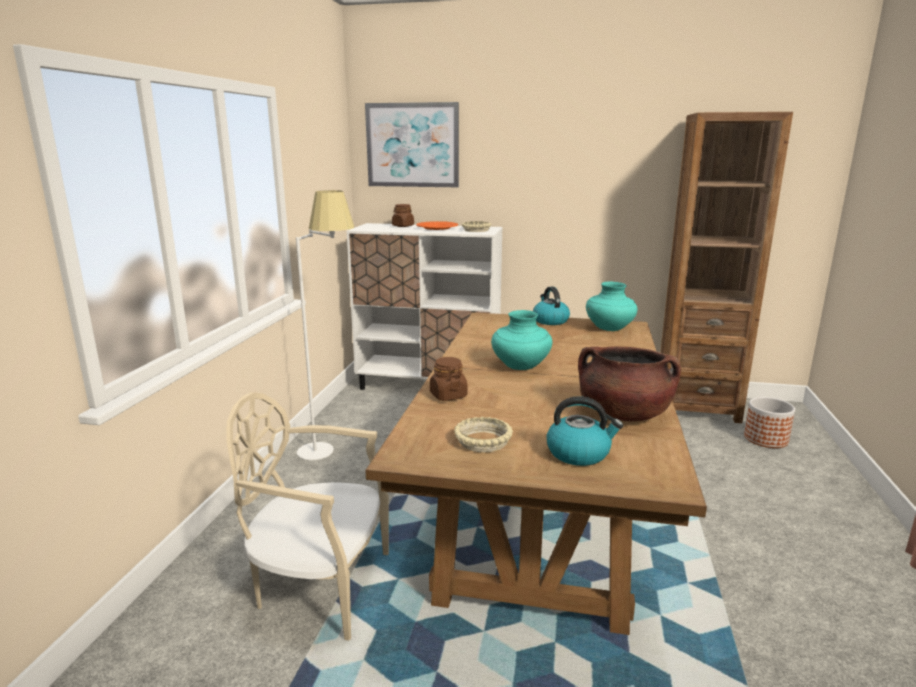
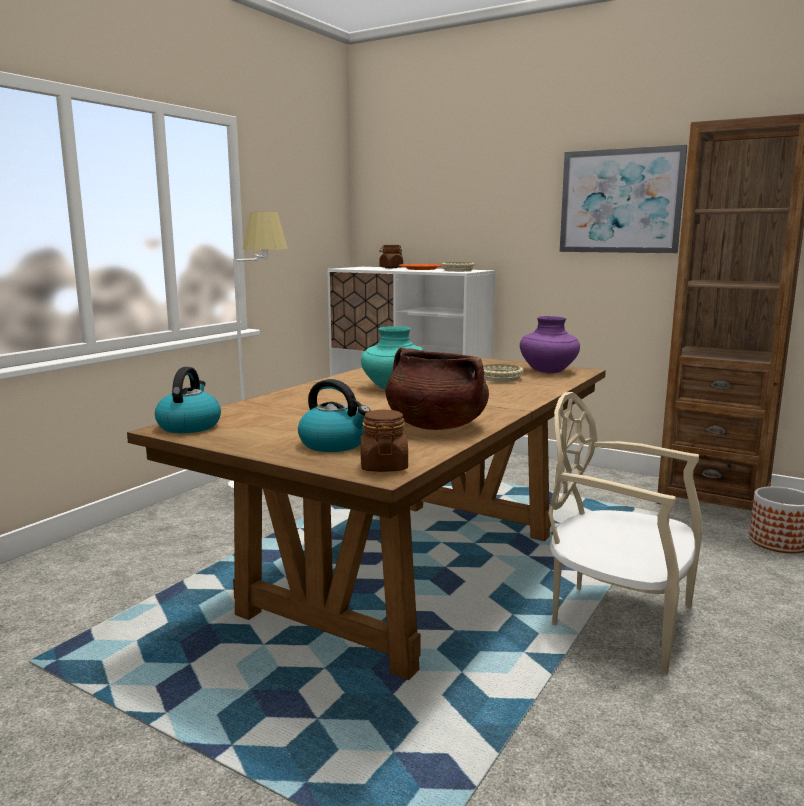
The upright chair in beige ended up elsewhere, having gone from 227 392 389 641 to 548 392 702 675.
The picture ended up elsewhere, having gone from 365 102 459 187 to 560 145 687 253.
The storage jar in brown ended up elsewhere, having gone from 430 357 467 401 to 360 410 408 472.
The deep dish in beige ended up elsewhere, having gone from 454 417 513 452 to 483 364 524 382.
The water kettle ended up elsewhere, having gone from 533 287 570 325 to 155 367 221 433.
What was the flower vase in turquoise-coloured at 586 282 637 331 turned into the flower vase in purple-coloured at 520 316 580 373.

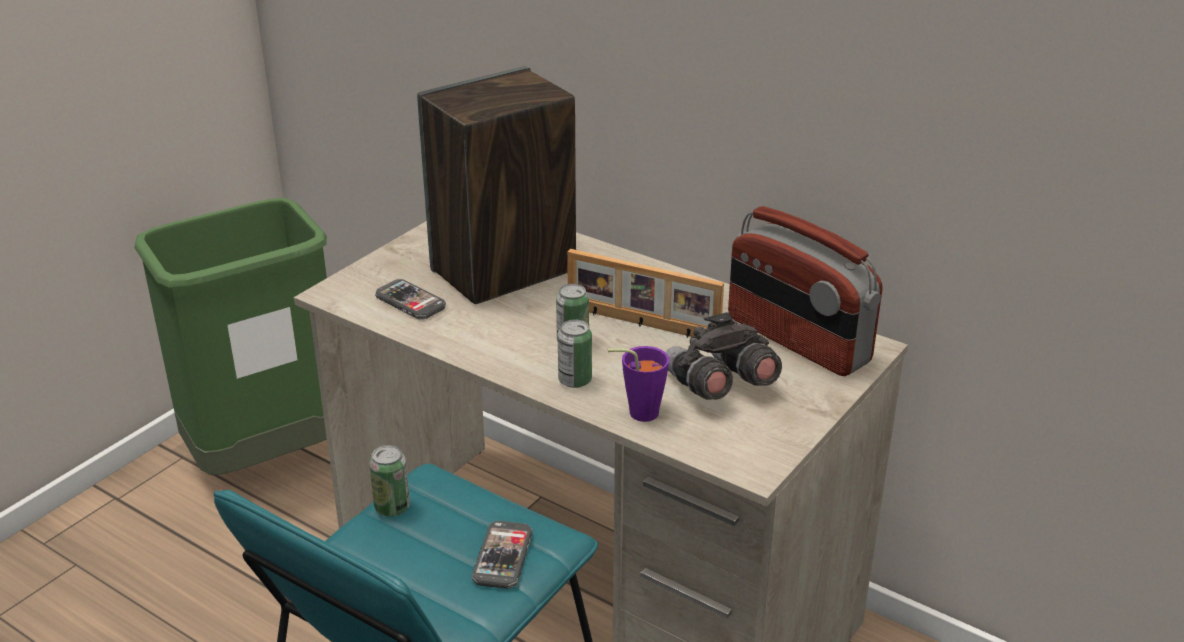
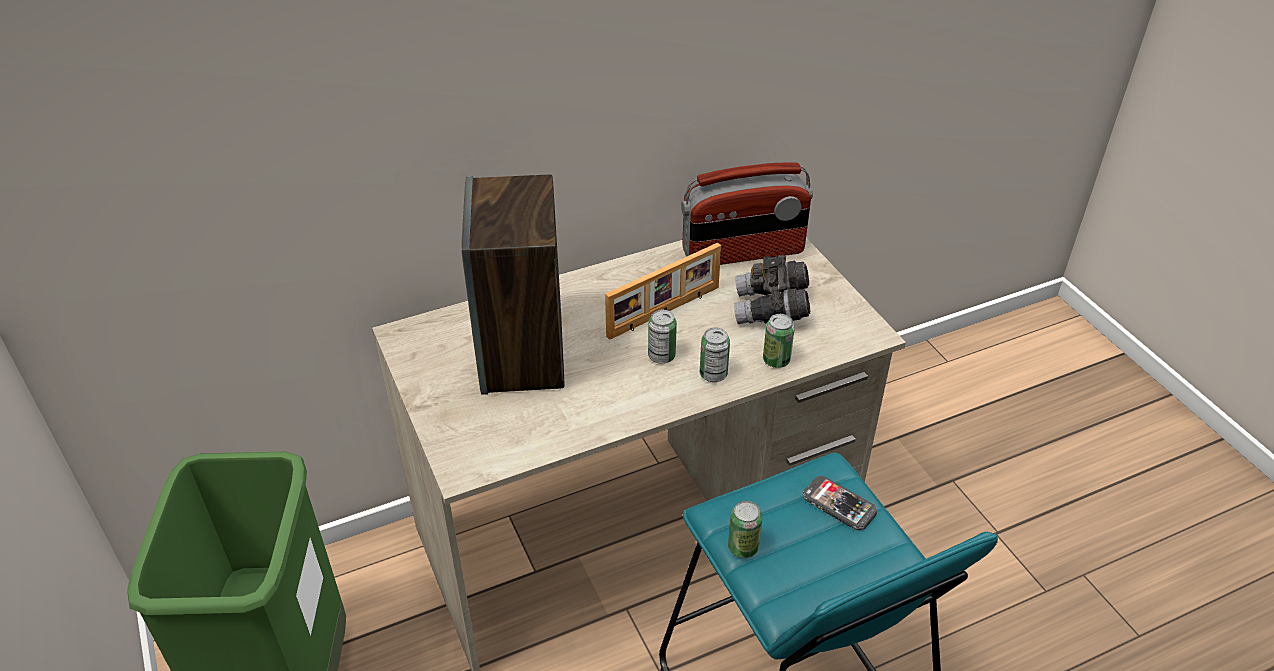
The second view lost the telephone at 375 279 446 319.
Where the small cup in purple-coloured stood at 608 346 669 422, the metal can came to stand at 763 314 795 368.

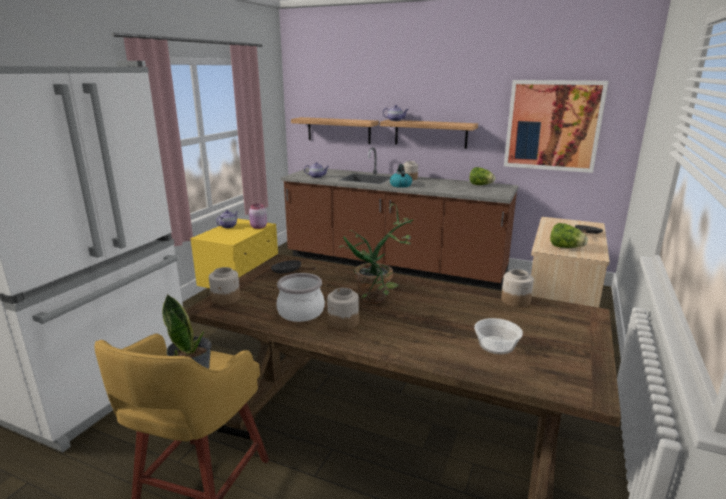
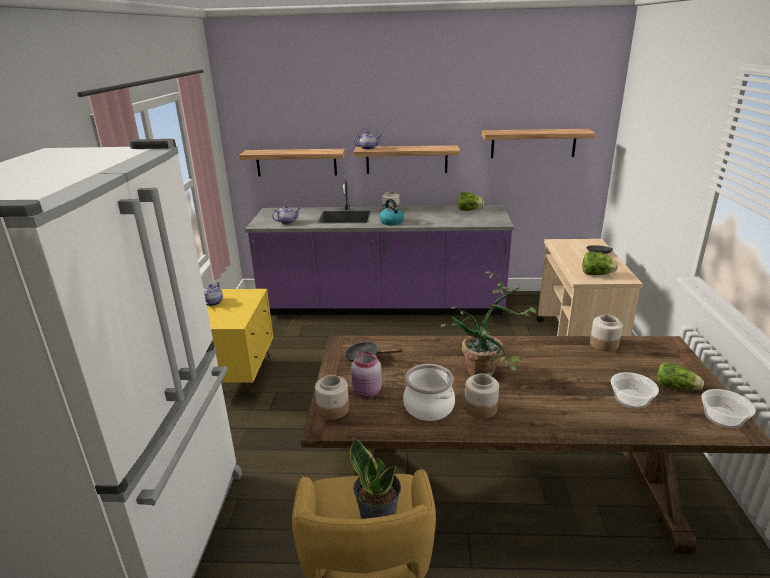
The second view gained the lettuce head at 656 362 704 390.
The second view gained the deep dish at 701 389 756 428.
The storage jar in pink ended up elsewhere, having gone from 249 204 267 229 to 351 352 382 397.
Where the picture hung at 504 80 609 173, the bracket shelf came to hang at 482 129 595 158.
What was the counter in brown at 281 147 519 290 turned into the counter in purple-coloured at 245 180 514 315.

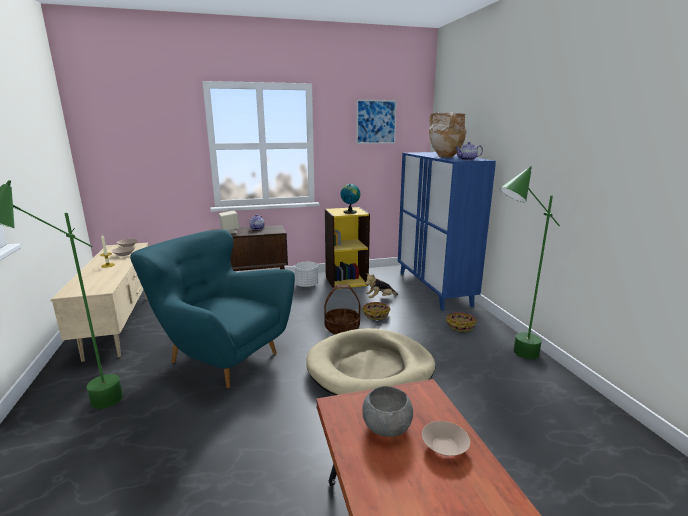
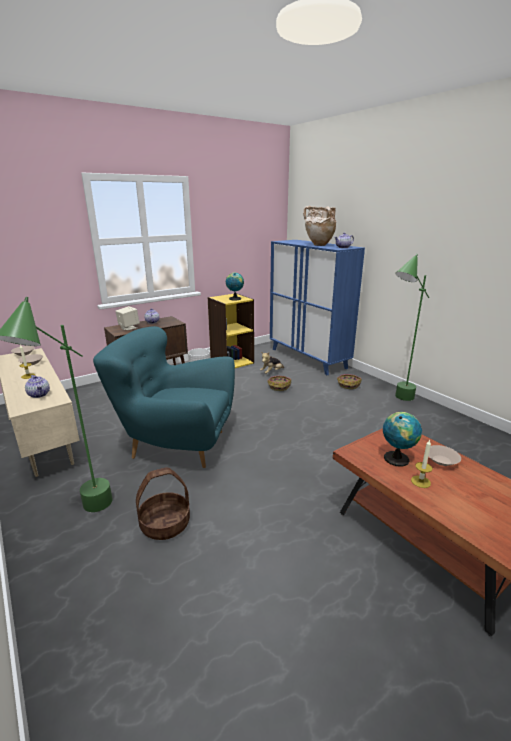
The second view lost the dog bed in beige at 306 328 435 395.
The second view lost the picture at 356 99 397 144.
The second view gained the teapot at 25 375 50 398.
The second view gained the wax light at 411 440 433 488.
The basket ended up elsewhere, having gone from 324 285 360 335 to 136 467 190 540.
Where the deep dish in gray stood at 362 386 413 437, the globe came to stand at 383 412 422 467.

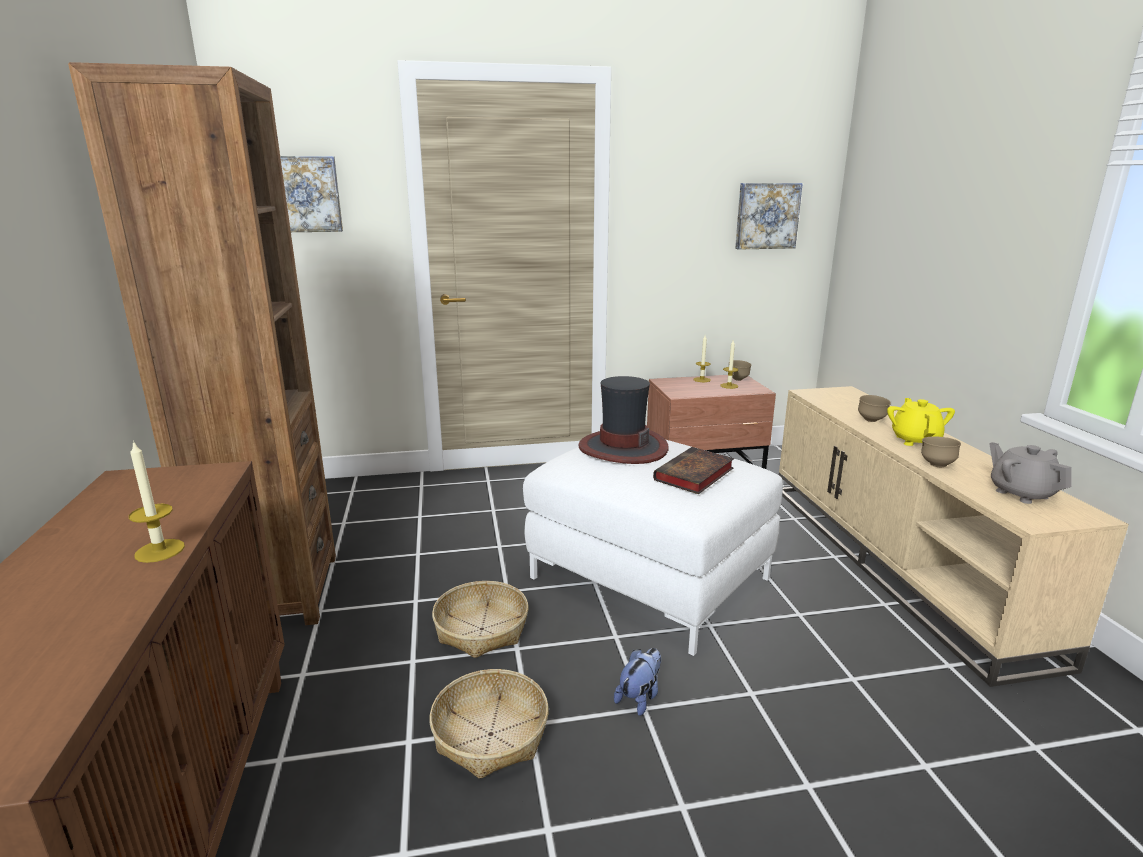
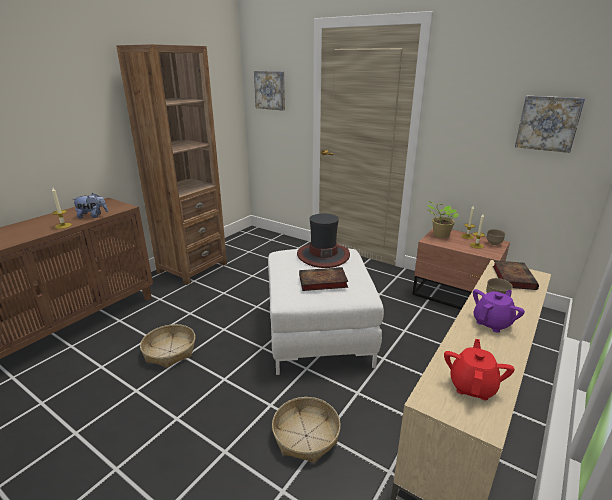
The second view lost the deep dish in brown at 921 436 961 467.
The second view gained the potted plant at 427 201 459 238.
The second view gained the book at 493 261 539 290.
The basket ended up elsewhere, having gone from 432 581 528 658 to 272 397 341 463.
The cuddly toy ended up elsewhere, having gone from 614 648 661 716 to 73 193 108 219.
What was the teapot in yellow at 887 398 955 446 turned into the teapot in purple-coloured at 473 289 525 333.
What was the teapot in gray at 989 442 1072 504 turned into the teapot in red at 444 339 515 400.

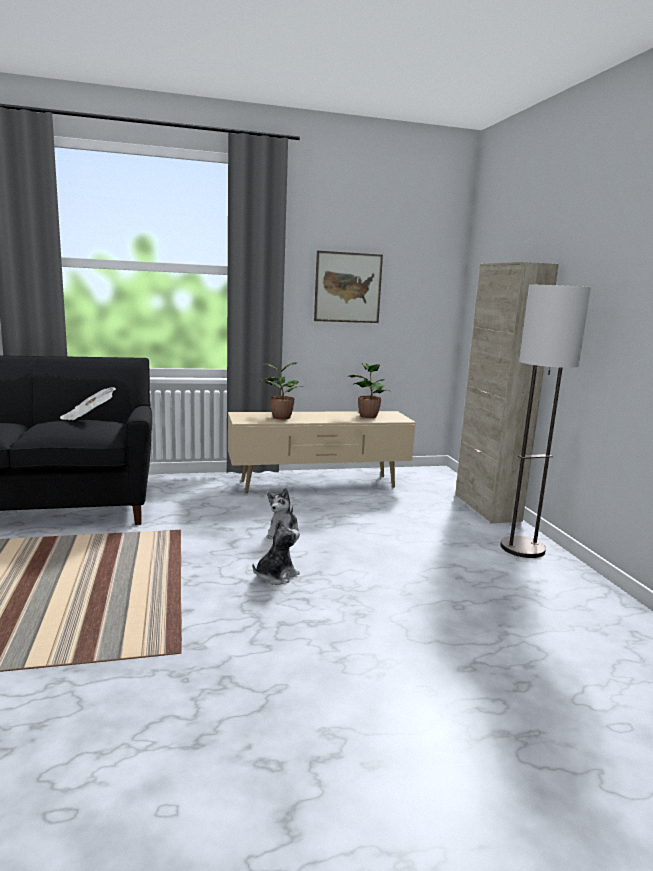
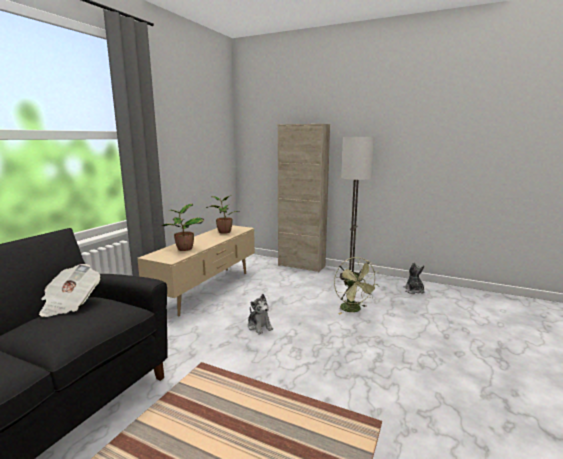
The second view lost the picture at 314 251 383 323.
The second view gained the cooling fan in green at 334 257 379 314.
The cuddly toy ended up elsewhere, having gone from 252 519 300 585 to 404 262 425 294.

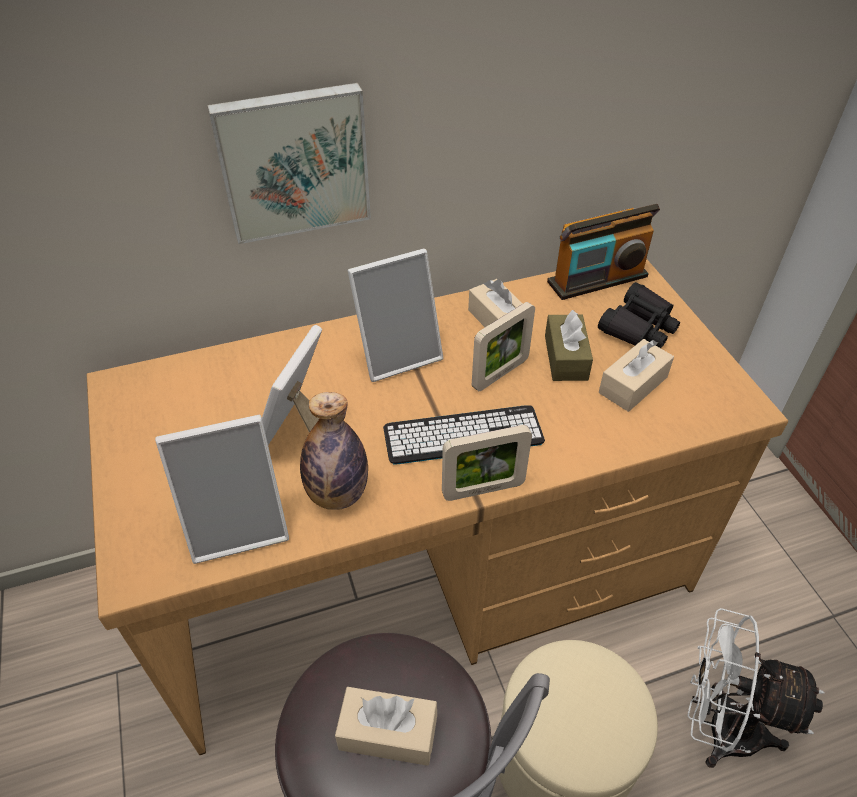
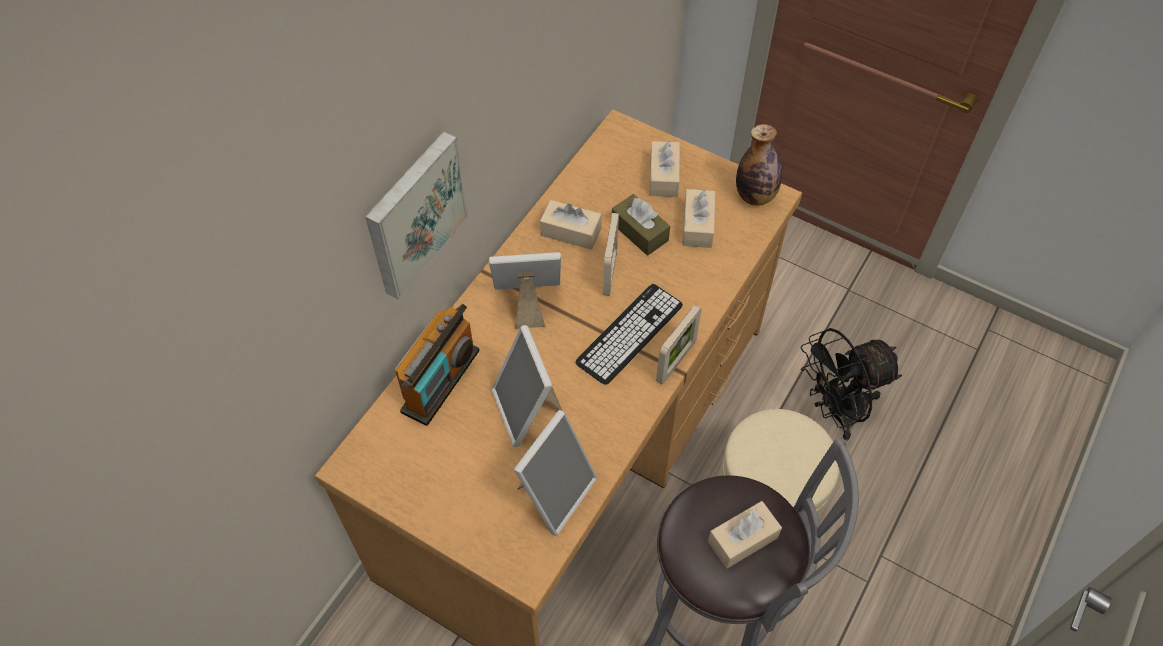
The drink bottle ended up elsewhere, having gone from 300 392 368 510 to 736 124 782 206.
The radio set ended up elsewhere, having gone from 547 204 660 300 to 395 304 480 426.
Where the pair of binoculars in black-coloured stood at 598 282 680 348, the tissue holder in beige came to stand at 649 141 680 197.
What was the cooling fan in white-coloured at 687 608 824 768 turned into the cooling fan in black-coloured at 800 328 902 440.
The photo frame at 348 249 443 382 ended up facing another way, 120 degrees counterclockwise from before.

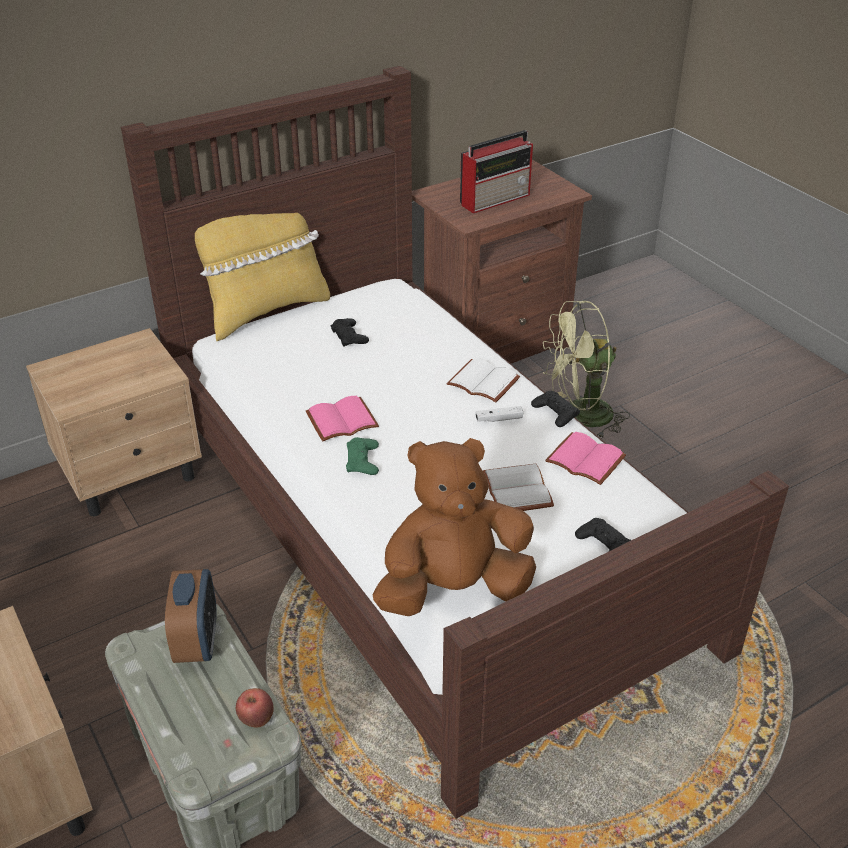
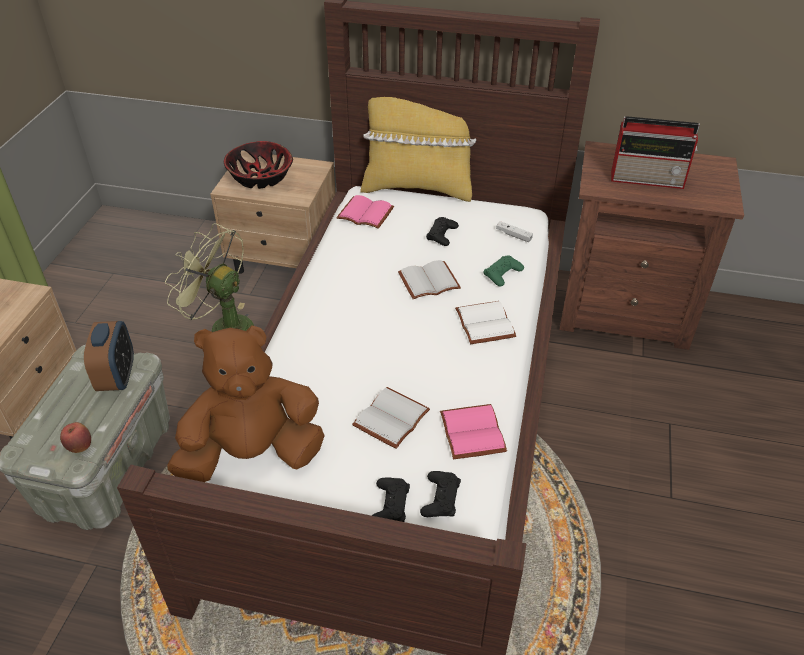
The second view gained the deep dish at 224 141 293 189.
The second view gained the book in white-coloured at 398 260 461 299.
The book in pink ended up elsewhere, having gone from 306 396 379 442 to 336 195 394 229.
The joypad in green ended up elsewhere, having gone from 346 437 379 475 to 483 256 524 287.
The joypad in white-coloured ended up elsewhere, having gone from 476 406 523 422 to 496 221 533 242.
The joypad in black-coloured ended up elsewhere, having gone from 531 391 580 427 to 420 471 461 517.
The cooling fan in green ended up elsewhere, having gone from 543 301 630 438 to 165 223 254 332.
The alarm clock at 165 569 217 663 ended up facing another way, 45 degrees counterclockwise from before.
The cuddly toy in brown at 372 438 536 616 ended up facing another way, 45 degrees counterclockwise from before.

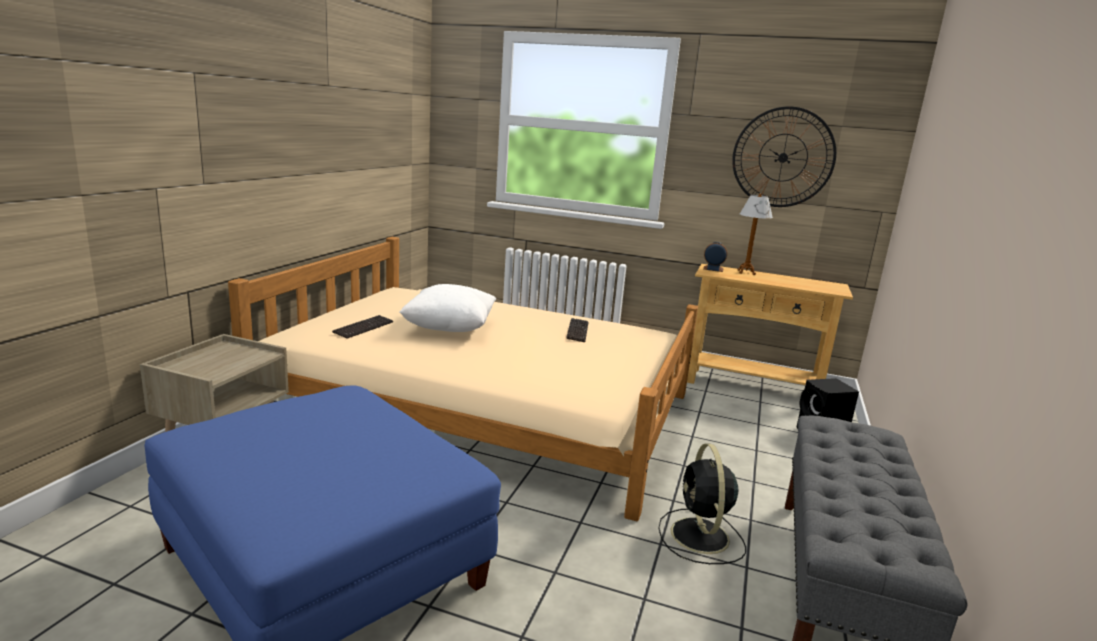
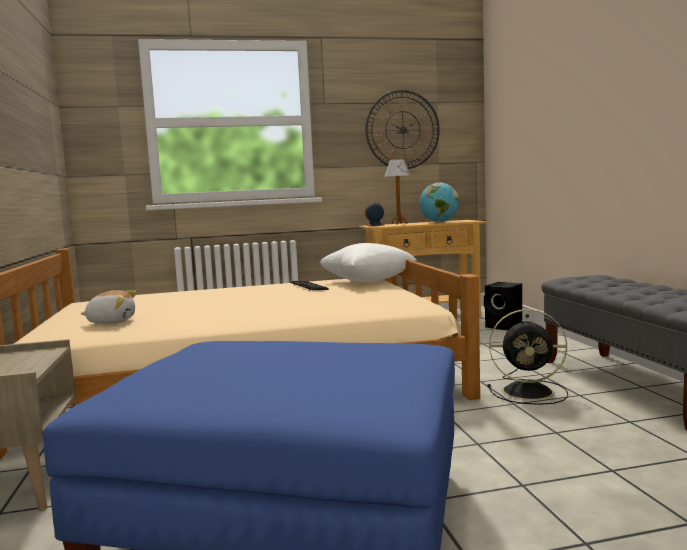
The second view gained the globe at 420 182 459 222.
The pillow in white-coloured ended up elsewhere, having gone from 399 284 496 332 to 320 243 417 282.
Where the keyboard stood at 332 315 393 339, the cuddly toy came to stand at 80 290 137 324.
The cooling fan in black-coloured at 658 443 746 564 ended up facing another way, 45 degrees counterclockwise from before.

